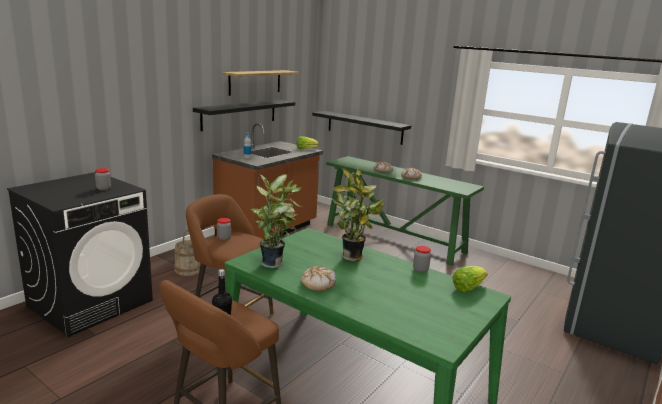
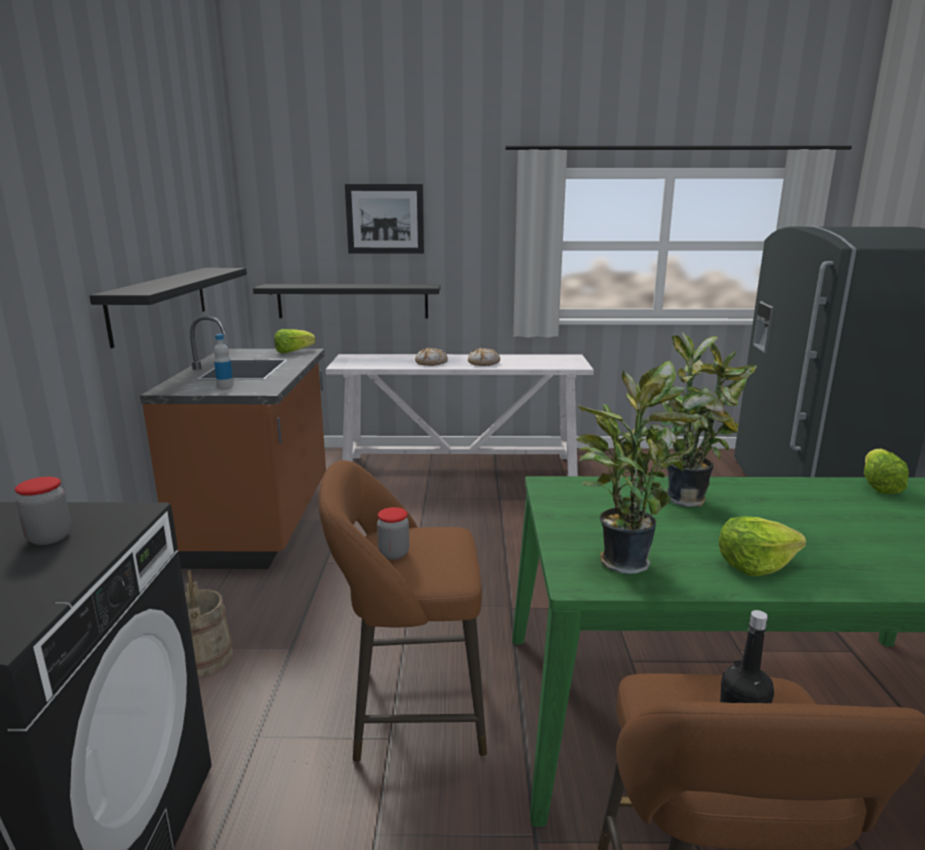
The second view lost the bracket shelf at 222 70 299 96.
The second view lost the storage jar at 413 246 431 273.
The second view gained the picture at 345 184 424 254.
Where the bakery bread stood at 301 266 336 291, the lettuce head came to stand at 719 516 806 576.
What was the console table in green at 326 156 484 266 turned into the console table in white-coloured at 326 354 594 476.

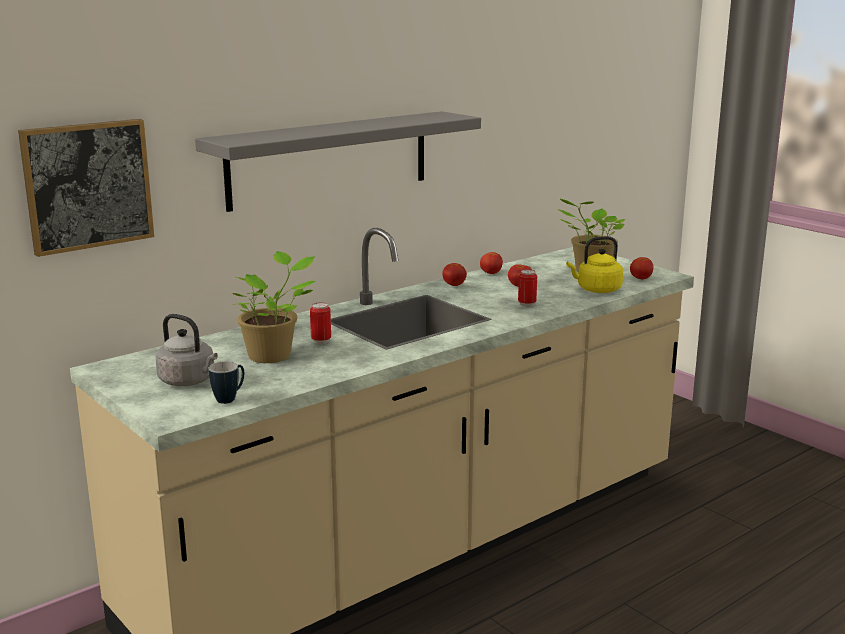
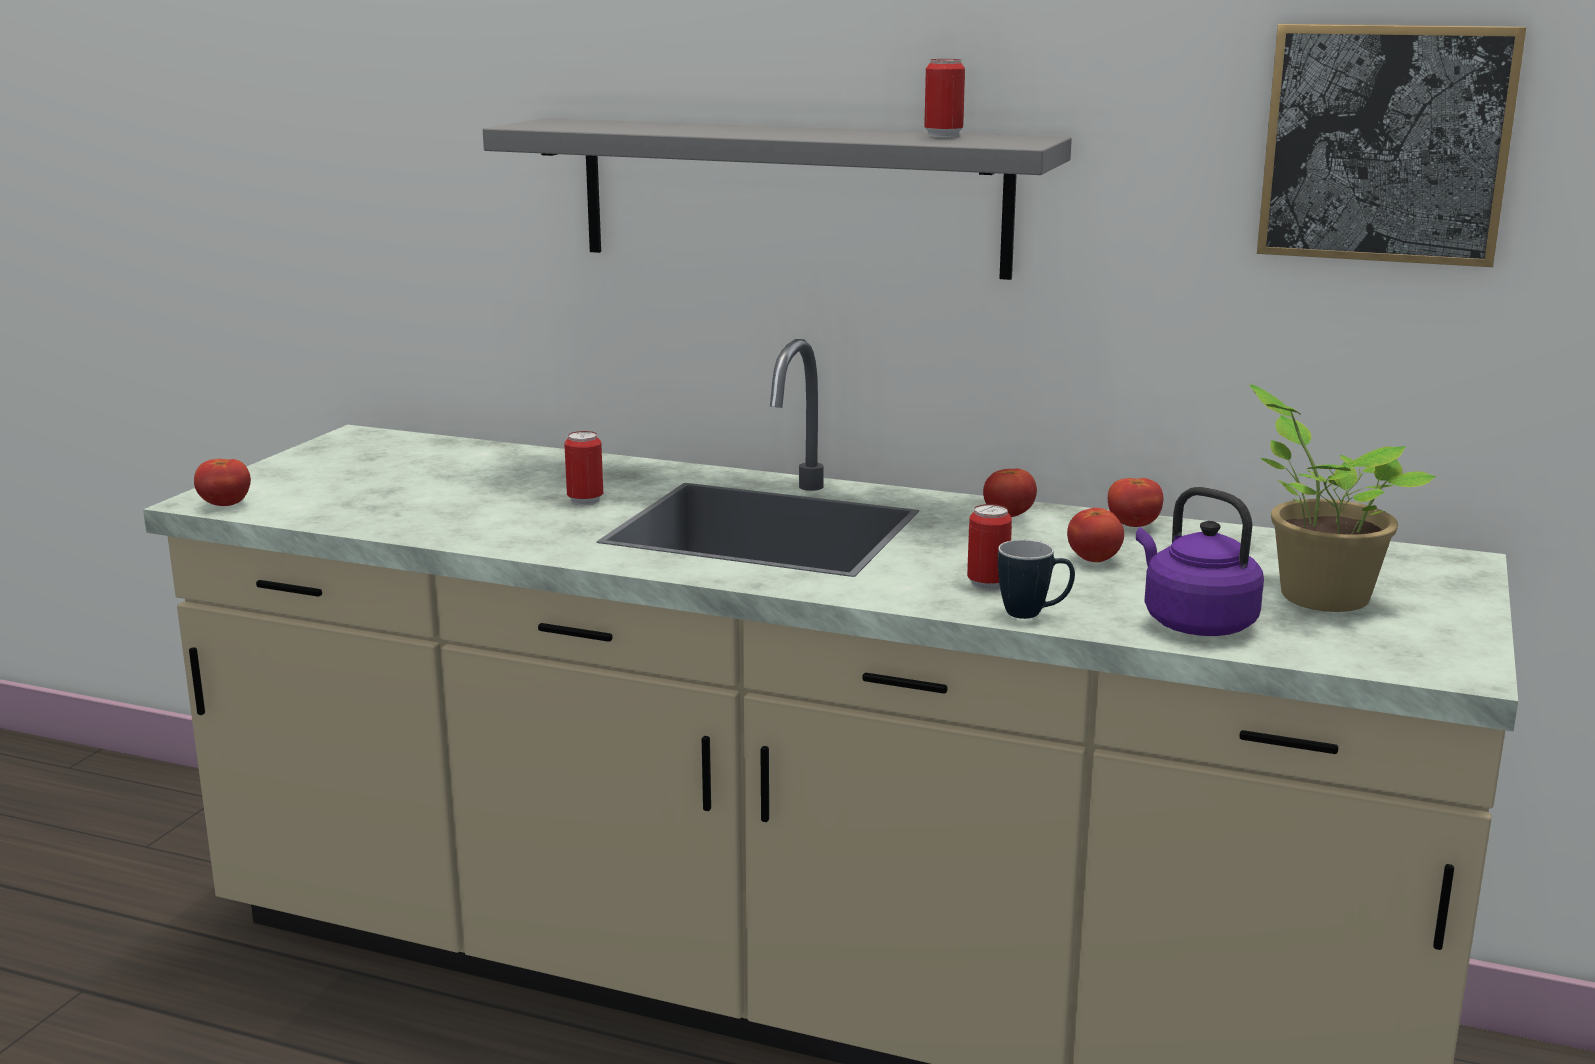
The second view lost the water kettle in gray at 155 314 218 386.
The second view lost the potted plant at 231 251 316 363.
The second view gained the metal can at 924 59 965 137.
The picture ended up elsewhere, having gone from 18 119 154 257 to 1257 24 1526 267.
The mug ended up elsewhere, having gone from 209 361 244 404 to 998 540 1075 619.
The tomato ended up elsewhere, having gone from 630 257 654 279 to 194 459 251 506.
What was the water kettle in yellow at 566 236 623 293 turned into the water kettle in purple-coloured at 1136 487 1264 636.

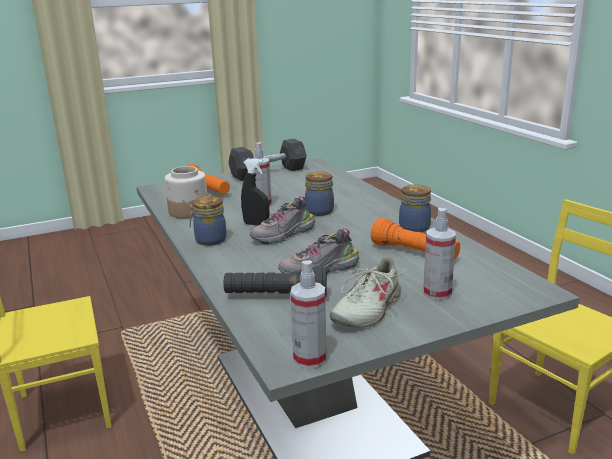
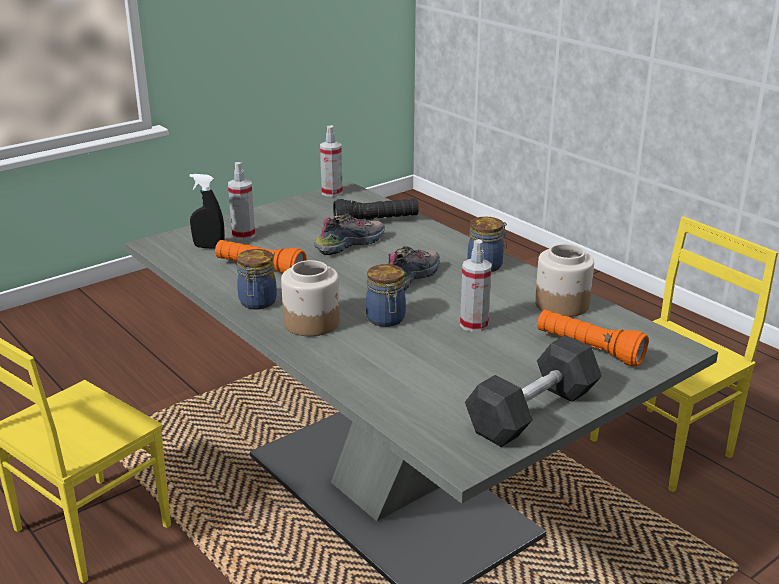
The second view lost the low shoe in beige at 330 256 407 328.
The second view gained the storage jar at 281 260 340 336.
The sprayer in black-coloured ended up elsewhere, having gone from 241 159 269 226 to 189 174 225 249.

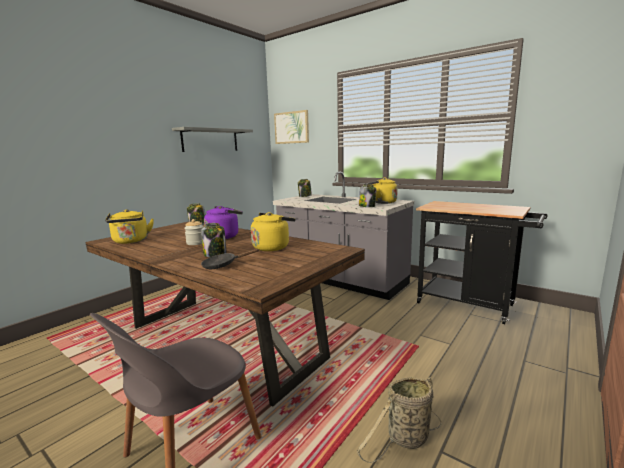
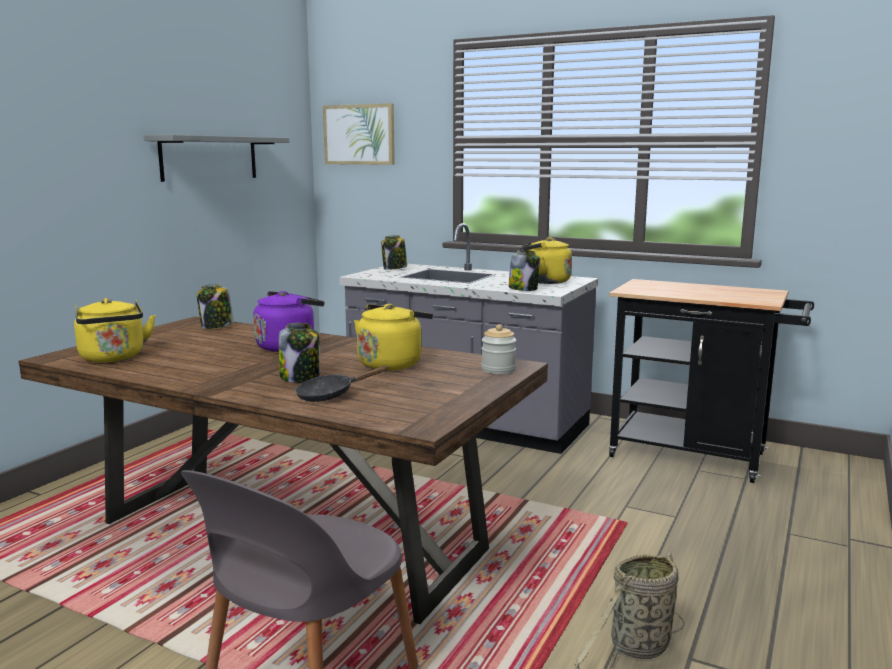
The storage jar ended up elsewhere, having gone from 184 219 204 245 to 481 324 516 374.

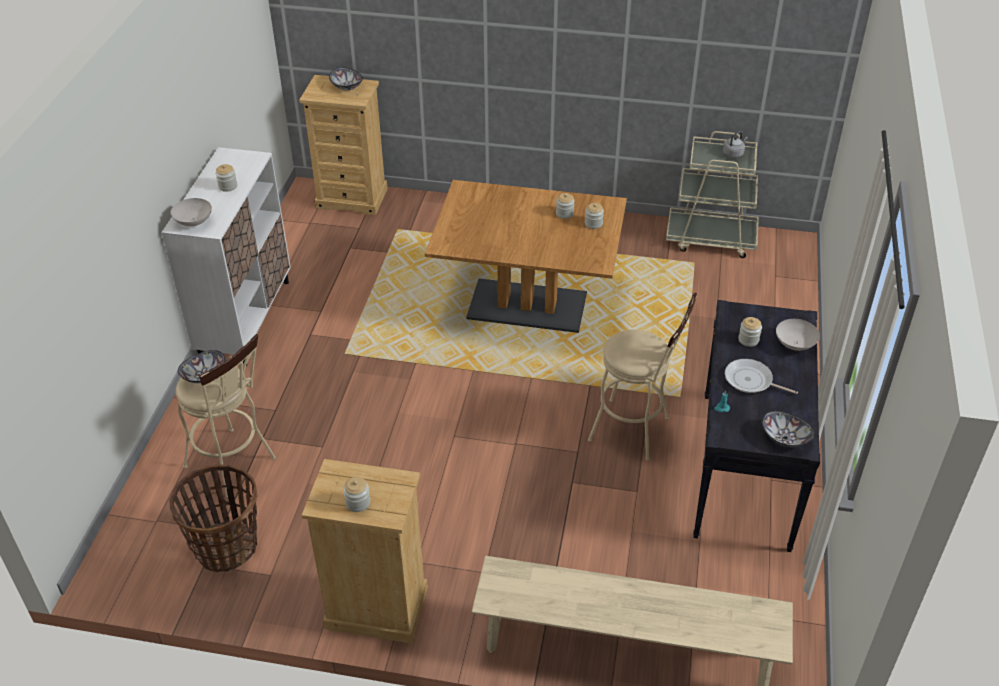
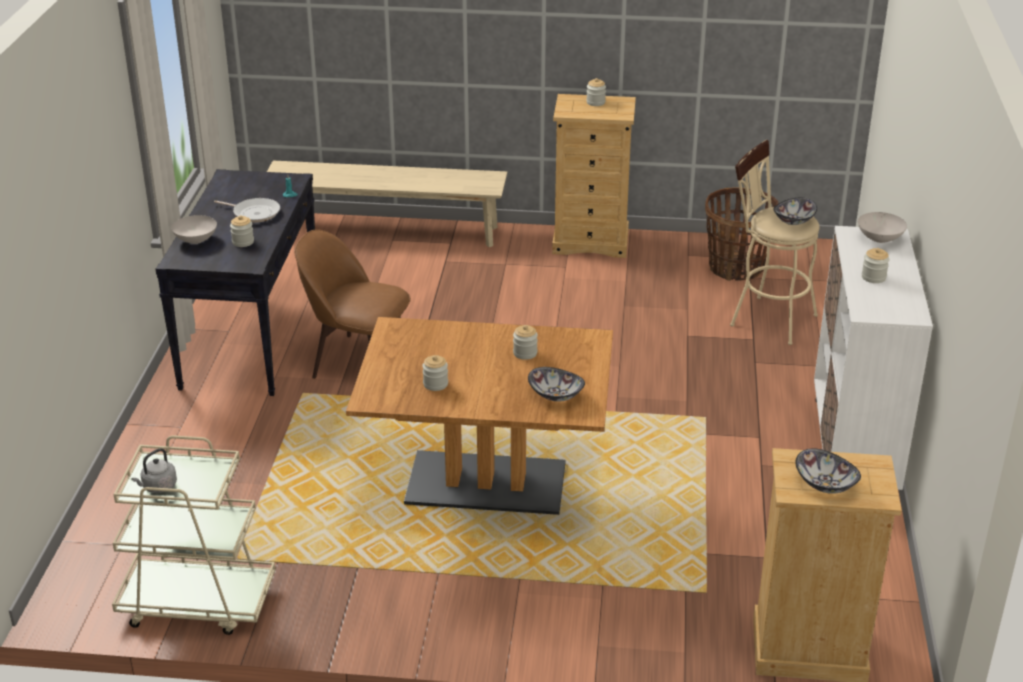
The storage jar ended up elsewhere, having gone from 585 203 604 229 to 513 325 538 360.
The deep dish ended up elsewhere, having gone from 762 410 815 447 to 528 367 585 402.
Where the stool seat in beige stood at 588 293 697 461, the upright chair in brown came to stand at 294 229 411 379.

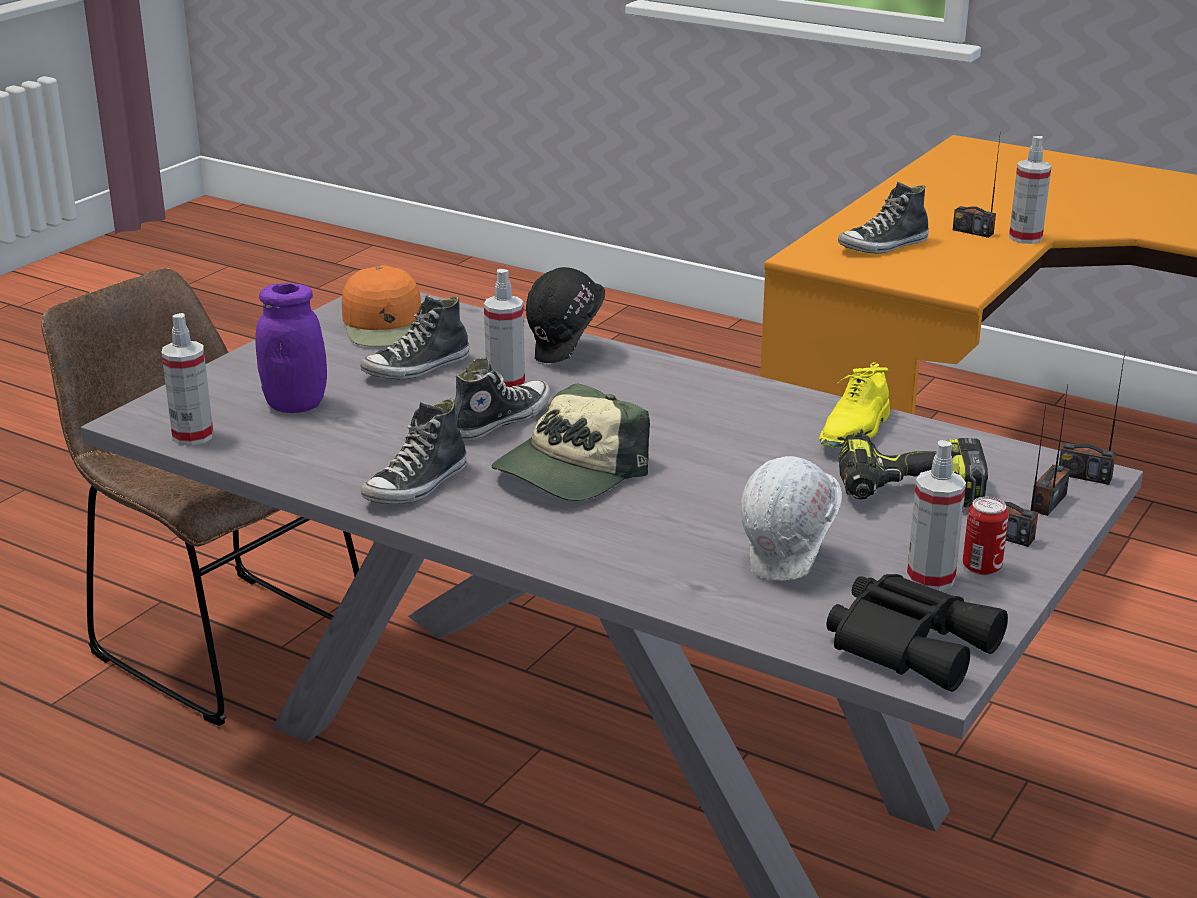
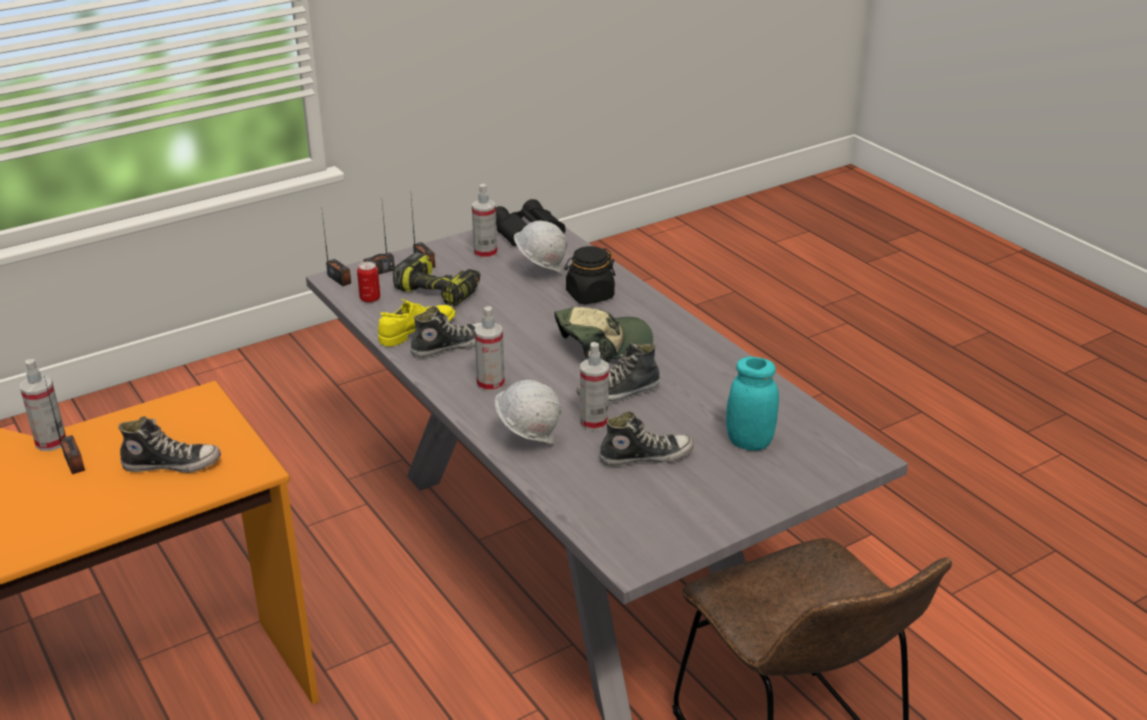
The second view lost the baseball cap in orange at 342 265 421 347.
The second view gained the storage jar in black-coloured at 564 246 616 304.
The sprayer ended up elsewhere, having gone from 161 313 213 446 to 474 306 505 392.
The low shoe ended up elsewhere, having gone from 361 398 467 504 to 410 306 482 358.
The metal can ended up elsewhere, having gone from 963 497 1009 575 to 357 261 380 303.
What was the storage jar in purple-coloured at 255 283 327 413 turned into the storage jar in turquoise-coloured at 726 357 779 451.
What was the safety helmet in black-coloured at 526 267 605 363 turned into the safety helmet in white-coloured at 495 380 562 445.

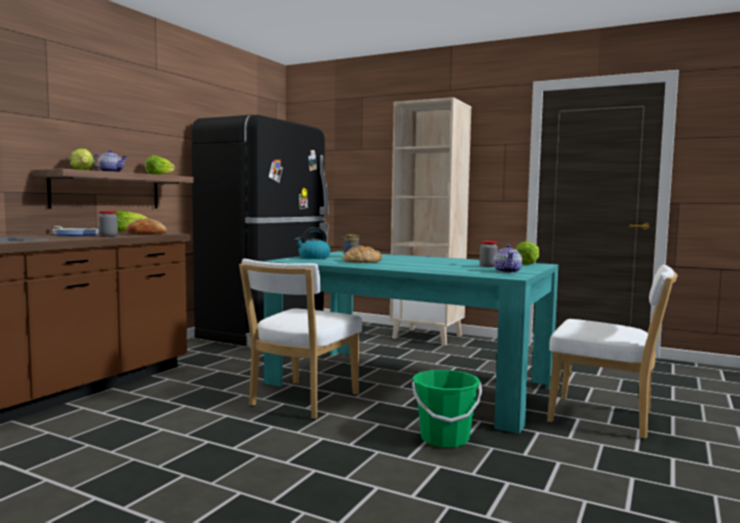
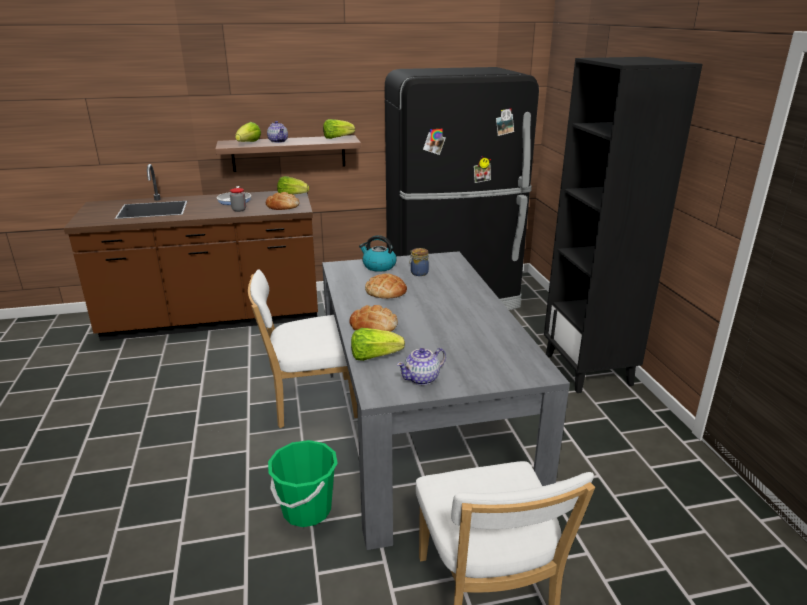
The second view lost the storage jar at 480 241 498 267.
The second view gained the bakery bread at 350 305 398 332.
The lettuce head ended up elsewhere, having gone from 515 241 539 265 to 351 328 405 361.
What was the dining table in turquoise-coloured at 263 251 558 434 turned into the dining table in gray at 322 251 570 550.
What was the shelving unit in beige at 390 97 471 346 turned into the shelving unit in black-coloured at 544 57 703 393.

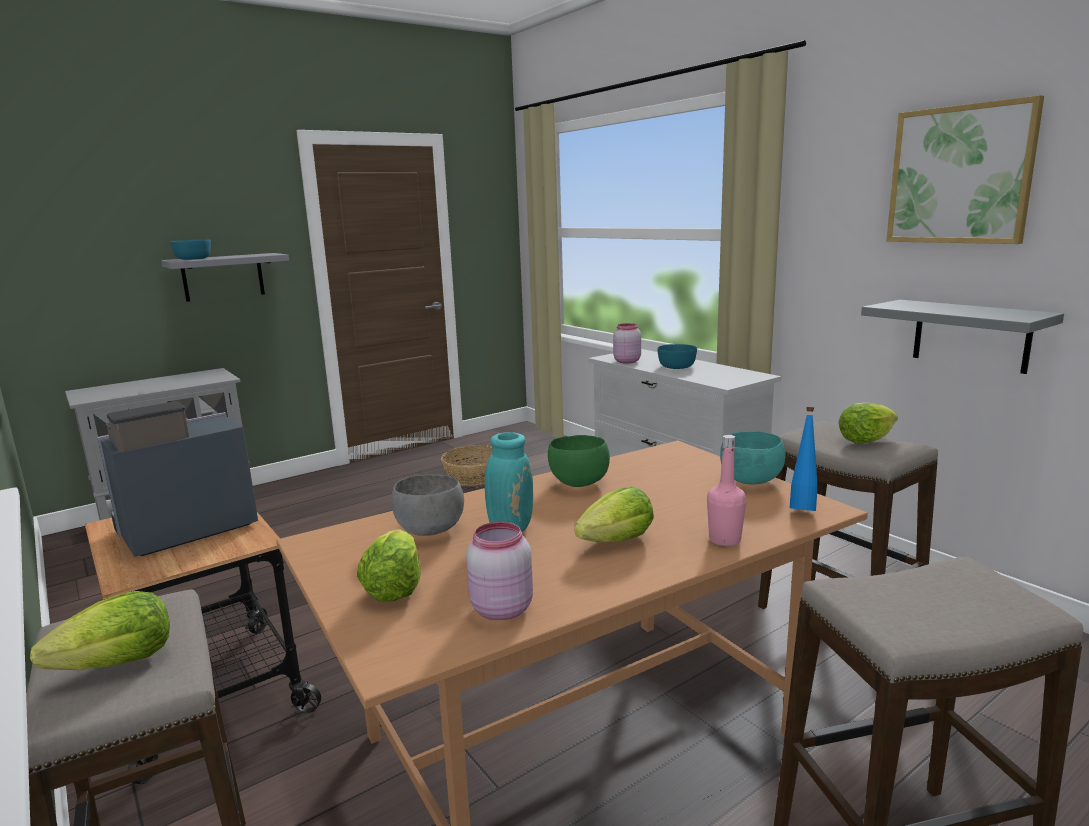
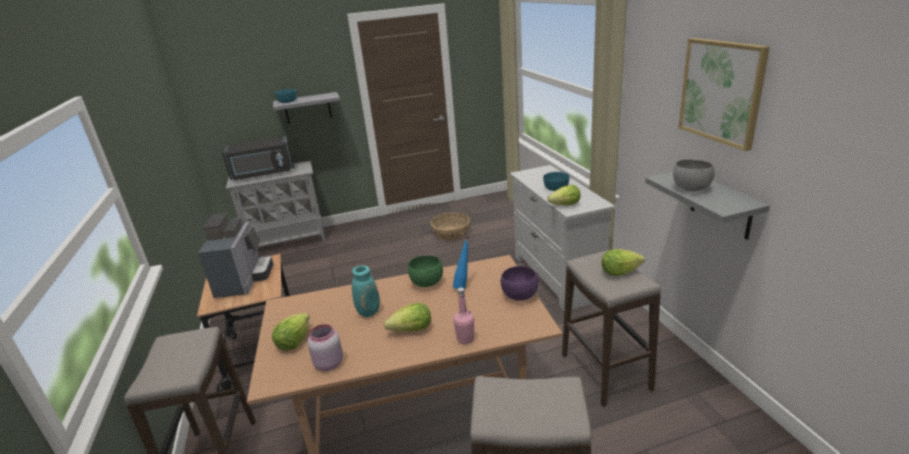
The second view lost the storage jar in pink at 613 323 641 364.
The second view gained the microwave oven in black-coloured at 222 136 295 180.
The lettuce head ended up elsewhere, having gone from 30 591 170 670 to 547 185 581 205.
The deep dish in gray ended up elsewhere, having gone from 392 474 464 536 to 673 159 714 191.
The drink bottle in bluish ended up elsewhere, having gone from 790 407 818 511 to 453 236 469 289.
What was the deep dish in turquoise-coloured at 720 431 785 485 turned into the deep dish in purple-coloured at 501 266 538 301.
The coffee brewer at 97 401 258 557 ended up facing another way, 105 degrees clockwise from before.

